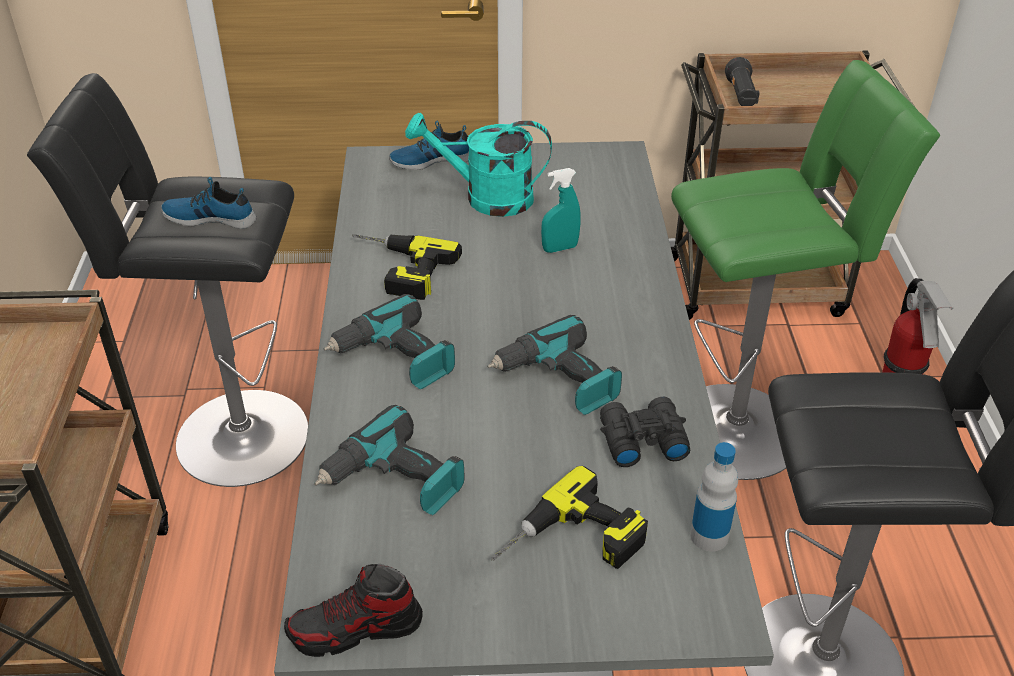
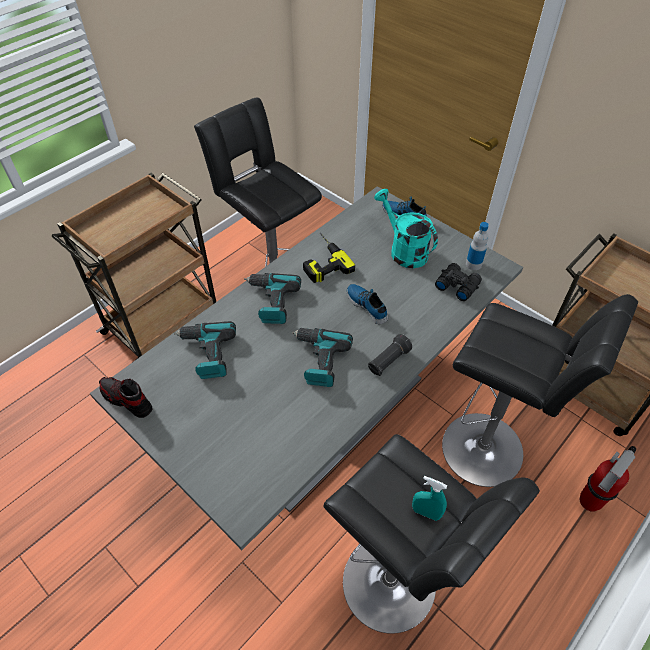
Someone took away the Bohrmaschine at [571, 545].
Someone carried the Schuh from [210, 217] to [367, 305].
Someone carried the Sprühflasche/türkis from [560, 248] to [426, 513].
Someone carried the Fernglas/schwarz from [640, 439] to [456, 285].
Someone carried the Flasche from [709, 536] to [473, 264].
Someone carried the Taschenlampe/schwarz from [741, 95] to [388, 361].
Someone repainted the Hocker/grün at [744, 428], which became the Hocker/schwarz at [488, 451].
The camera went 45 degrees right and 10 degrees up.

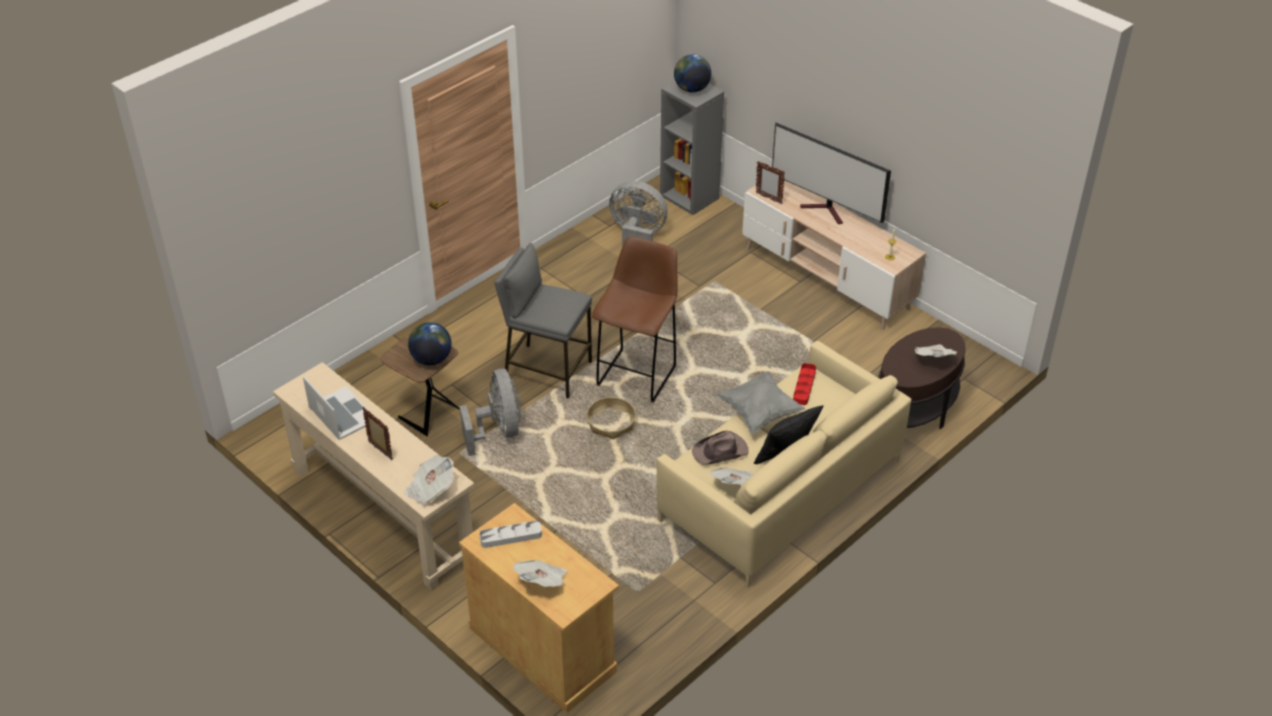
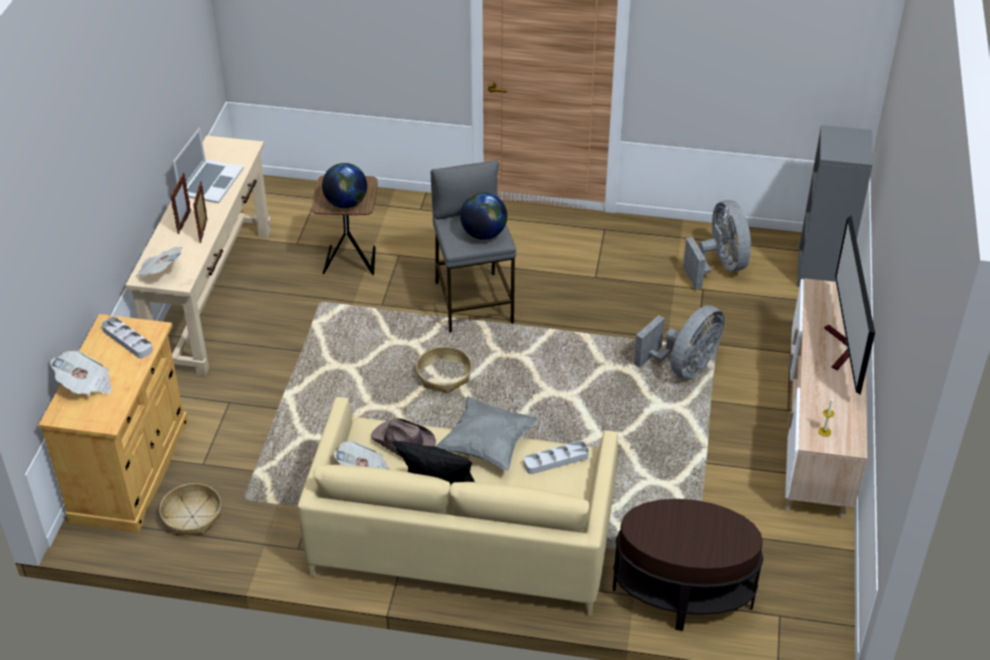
Someone took away the Hocker/braun at [638, 374].
Someone took away the Zeitung at [934, 359].
Someone put down the Korb at [192, 516].
Someone carried the Ventilator/grau from [498, 431] to [684, 367].
Someone carried the Globus from [691, 89] to [483, 234].
Someone carried the Bilderrahmen from [768, 198] to [204, 231].
Someone repainted the Tablett/rot at [804, 386], which became the Tablett/grau at [556, 460].
The camera went 55 degrees right and 0 degrees up.

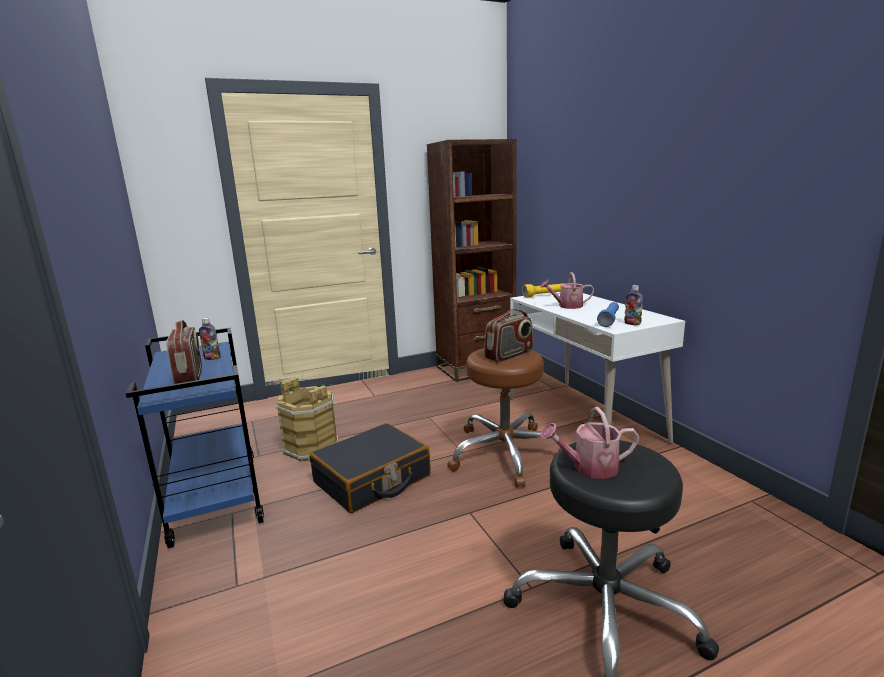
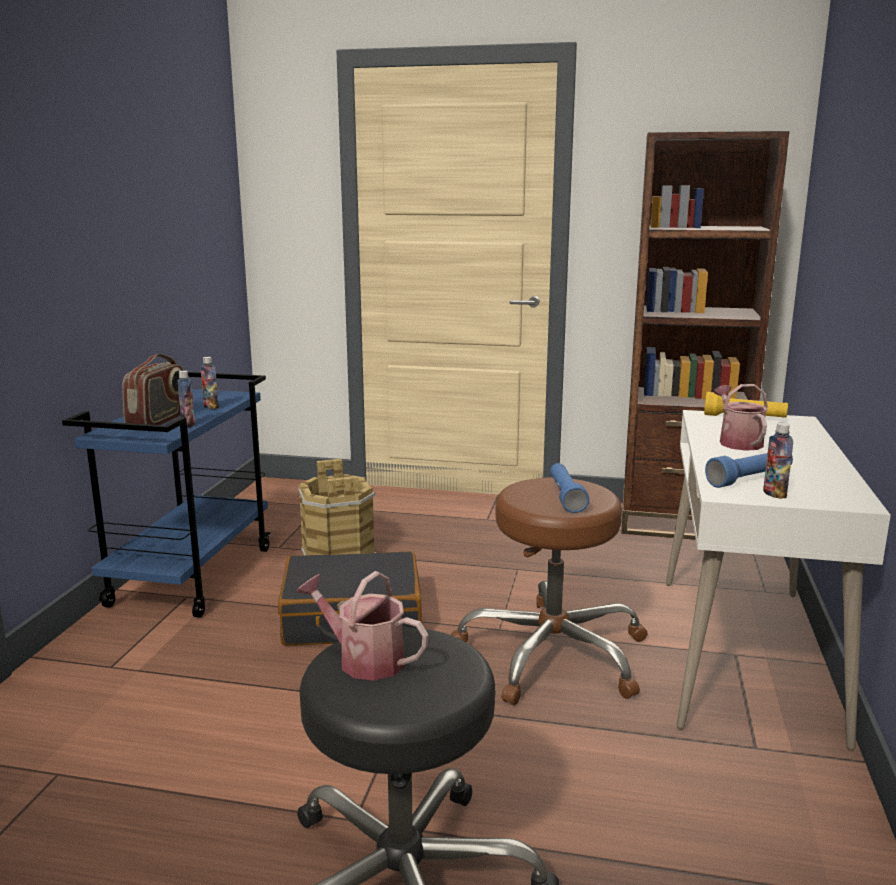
Someone put down the Flasche at [188, 425].
Someone swapped the Radio at [509, 355] for the Taschenlampe/blau at [565, 497].
Someone rotated the Gießkanne at [567, 306] by 45 degrees clockwise.
The camera went 35 degrees right and 0 degrees up.

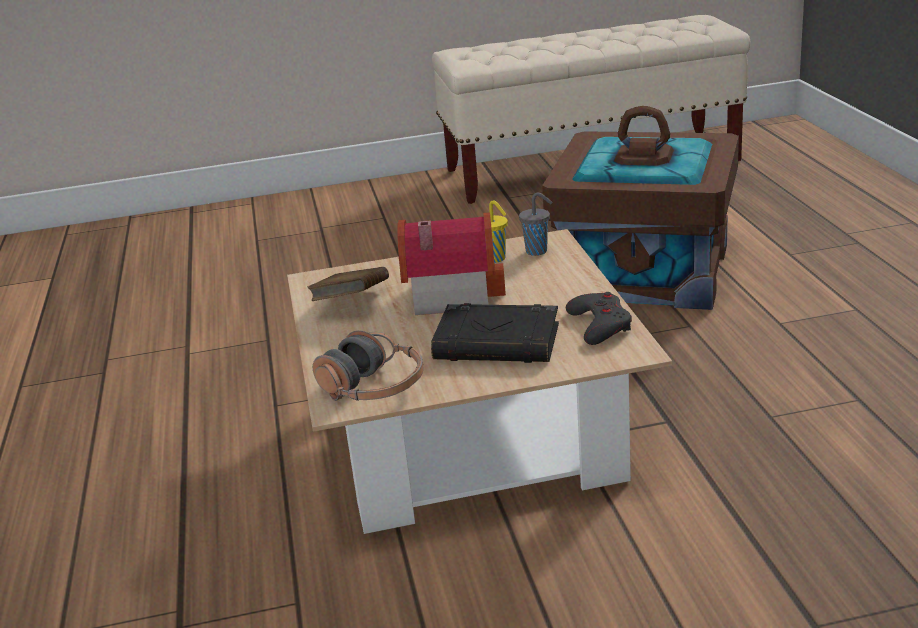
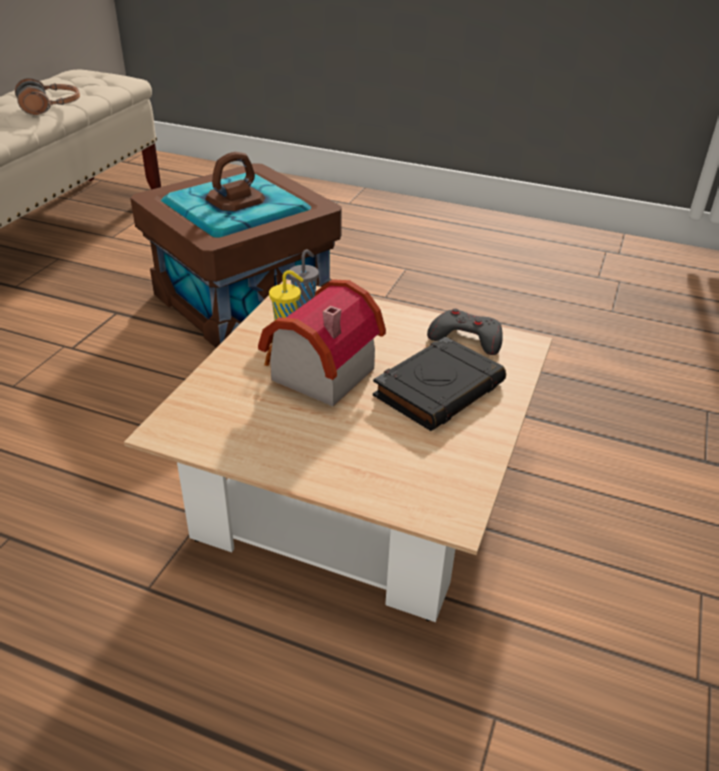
Someone took away the Buch/braun at [352, 303].
Someone carried the Kopfhörer from [373, 388] to [51, 108].
The camera went 60 degrees left and 10 degrees up.

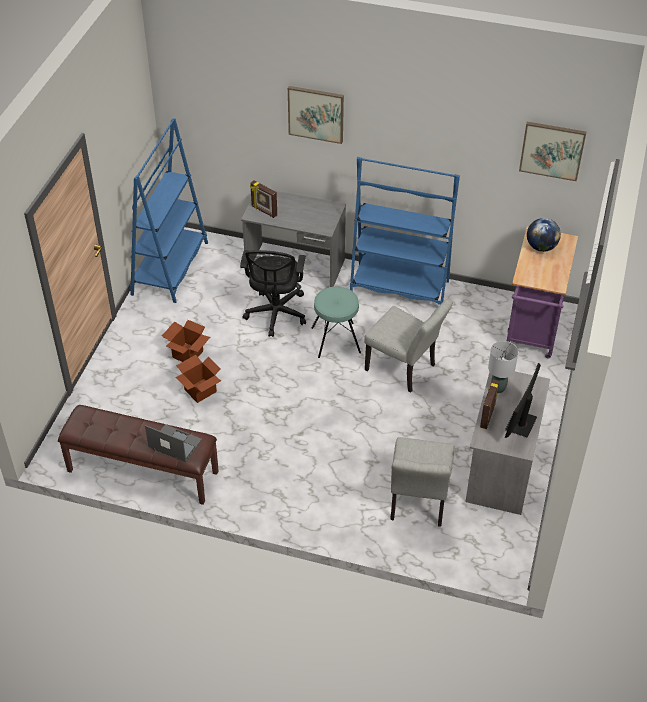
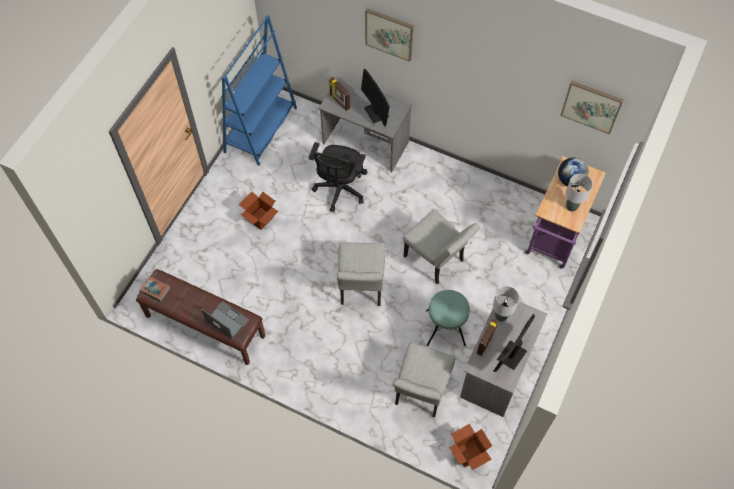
Someone took away the Bücherregal/blau at [399, 288].
Someone put down the Buch at [155, 289].
Someone put down the Stuhl/grau at [361, 288].
Someone put down the Monitor at [376, 112].
Someone put down the Tischlampe/grau at [571, 206].
Someone carried the Karton from [200, 390] to [468, 453].
Someone carried the Hocker/türkis from [336, 340] to [445, 328].
The camera went 10 degrees right and 15 degrees up.

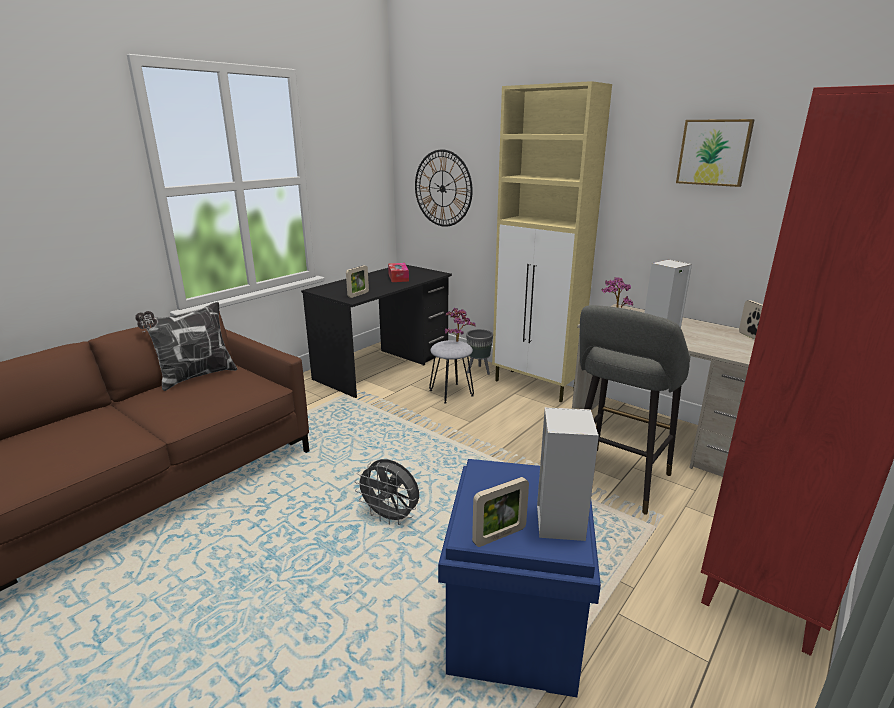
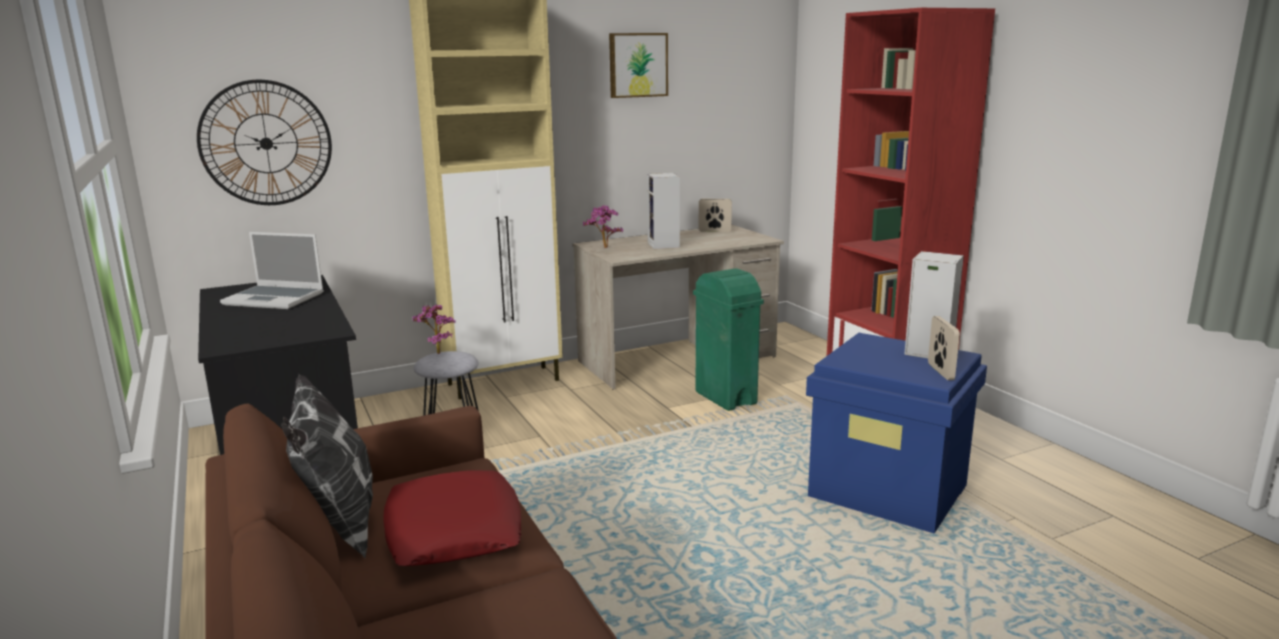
Someone took away the Bilderrahmen at [358, 294].
Someone took away the Ventilator/grau at [390, 517].
Someone took away the Pflanzkübel/grau at [479, 371].
Someone put down the Kissen/rot at [453, 530].
Someone swapped the Taschentuchbox at [398, 277] for the Laptop at [275, 299].
Someone swapped the Hocker/grau at [616, 482] for the Mülleimer/grün at [725, 398].
The camera went 65 degrees left and 5 degrees down.

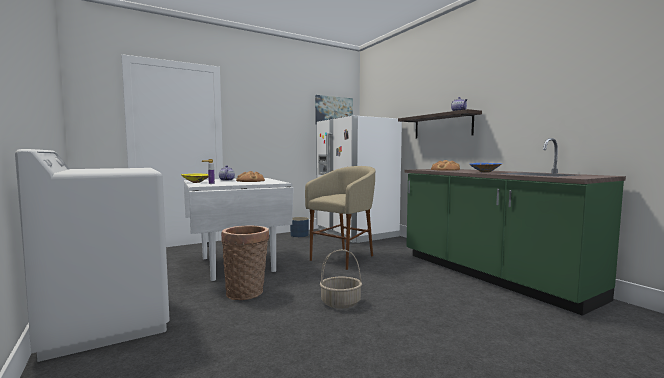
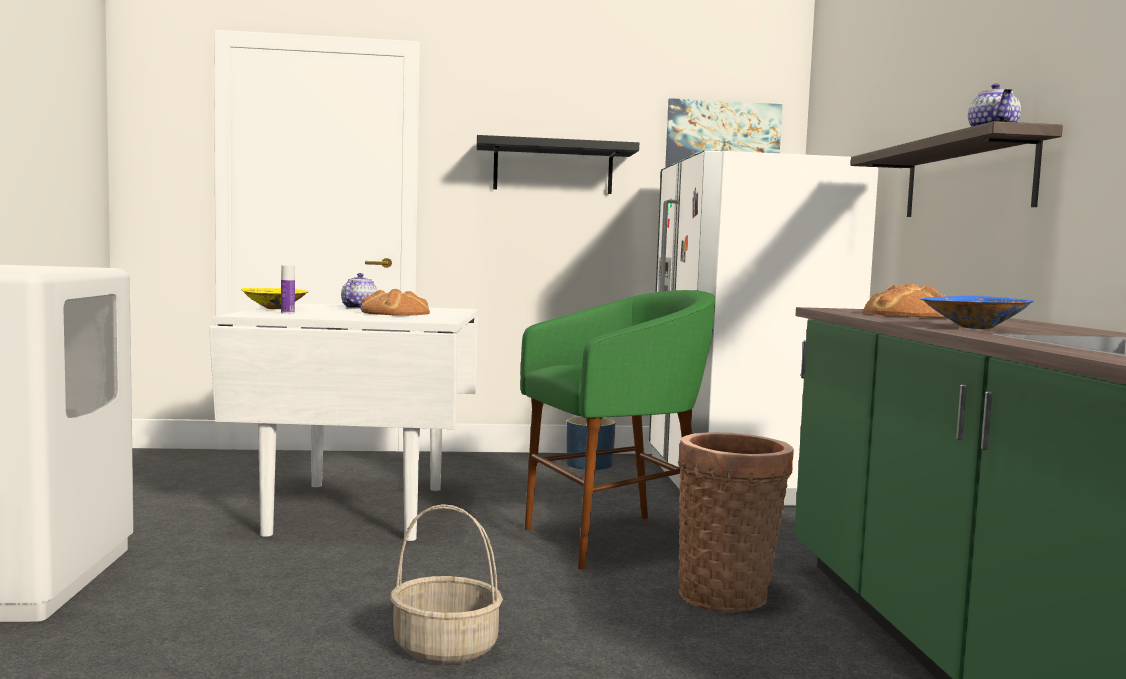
Someone put up the Wandregal/schwarz at [553, 168].
Someone carried the Korb from [247, 292] to [727, 594].
Someone repainted the Hocker/beige at [343, 258], which became the Hocker/grün at [614, 539].
The camera went 25 degrees right and 0 degrees up.

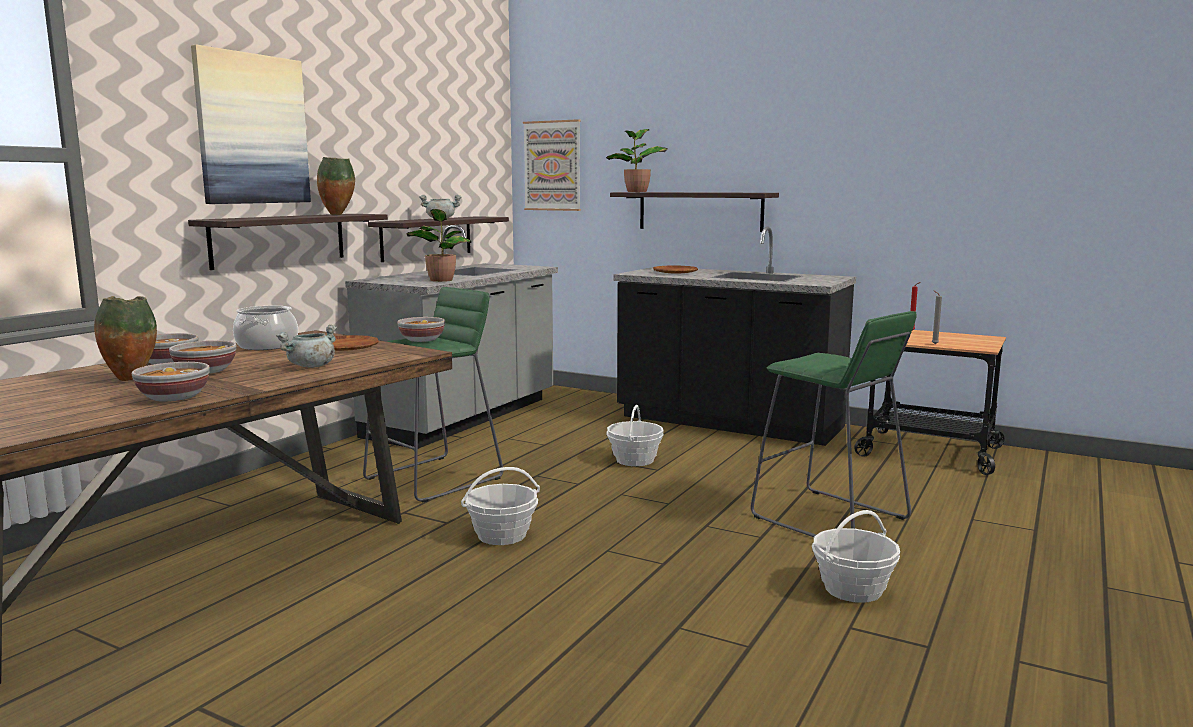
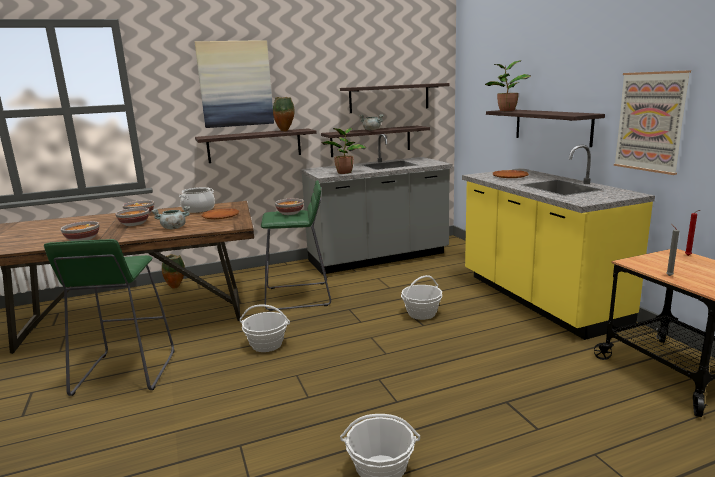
Someone put up the Wandregal at [389, 98].
Someone carried the Vase from [131, 379] to [176, 287].
Someone carried the Bild from [552, 166] to [650, 122].
Someone carried the Hocker/grün from [829, 519] to [125, 372].
Someone repainted the Küchenzeile/schwarz at [728, 423], which became the Küchenzeile/gelb at [538, 299].
The camera went 40 degrees right and 5 degrees up.

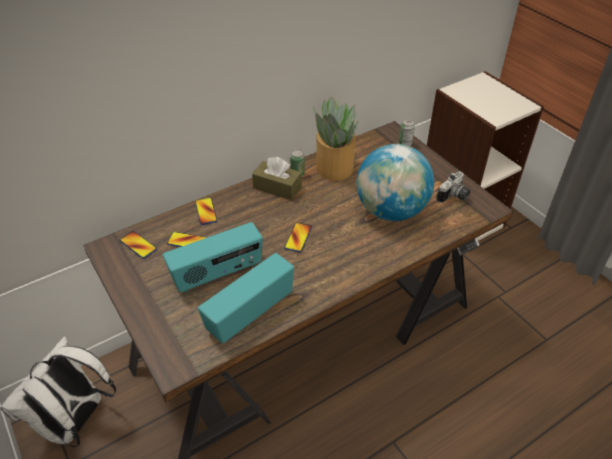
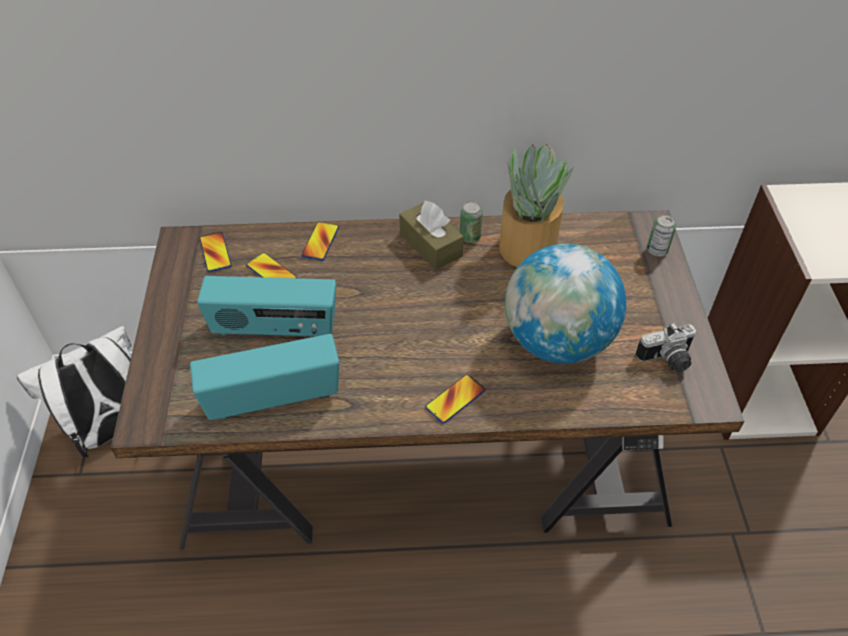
Someone carried the Handy from [298, 237] to [455, 399].
The camera went 30 degrees right and 5 degrees up.

